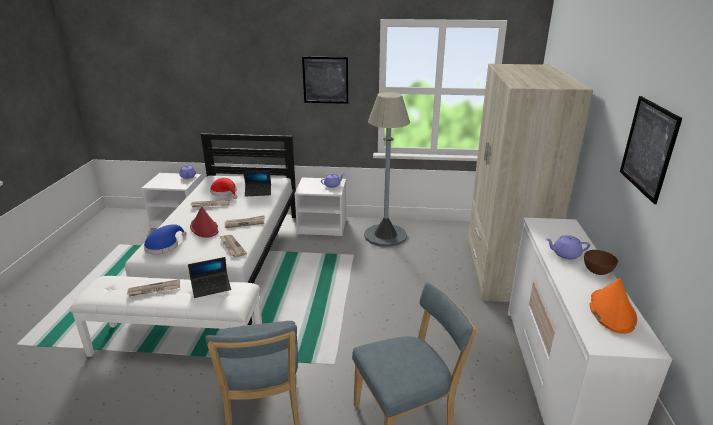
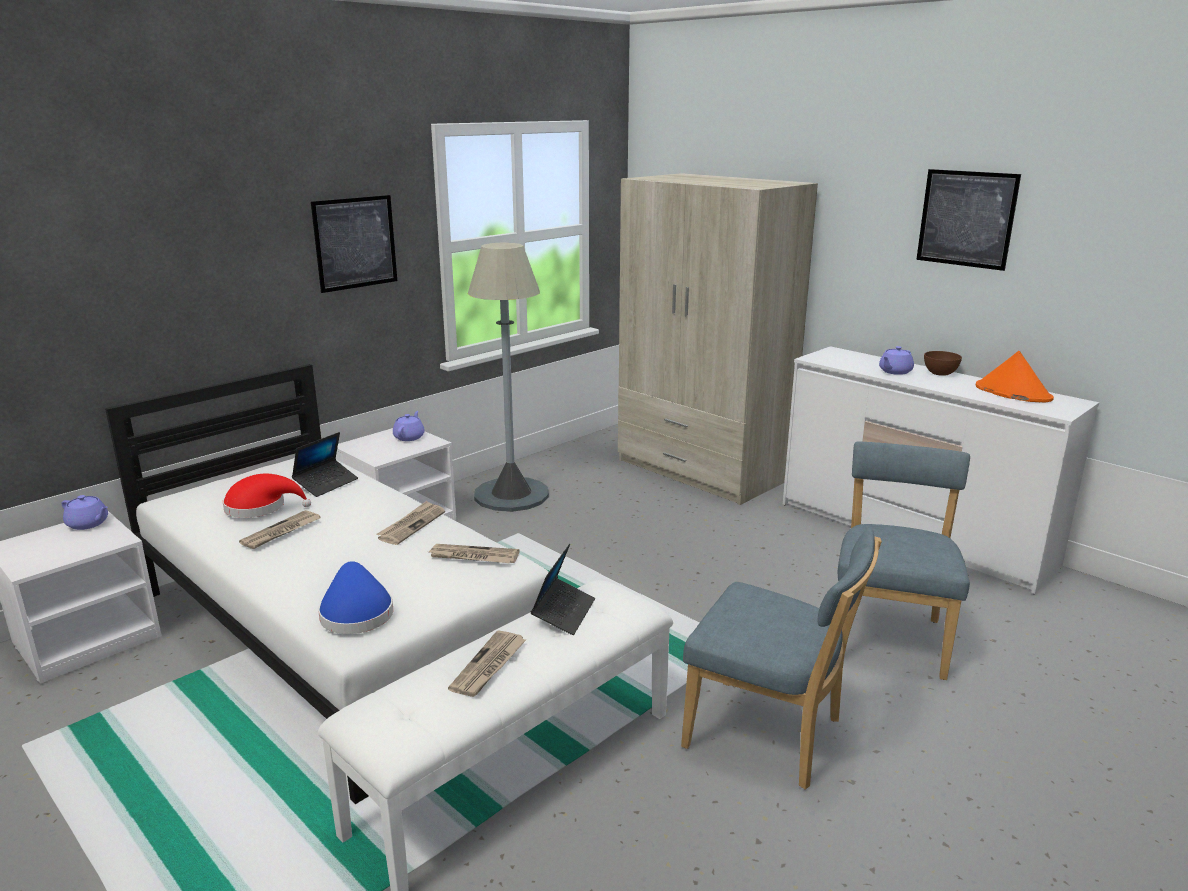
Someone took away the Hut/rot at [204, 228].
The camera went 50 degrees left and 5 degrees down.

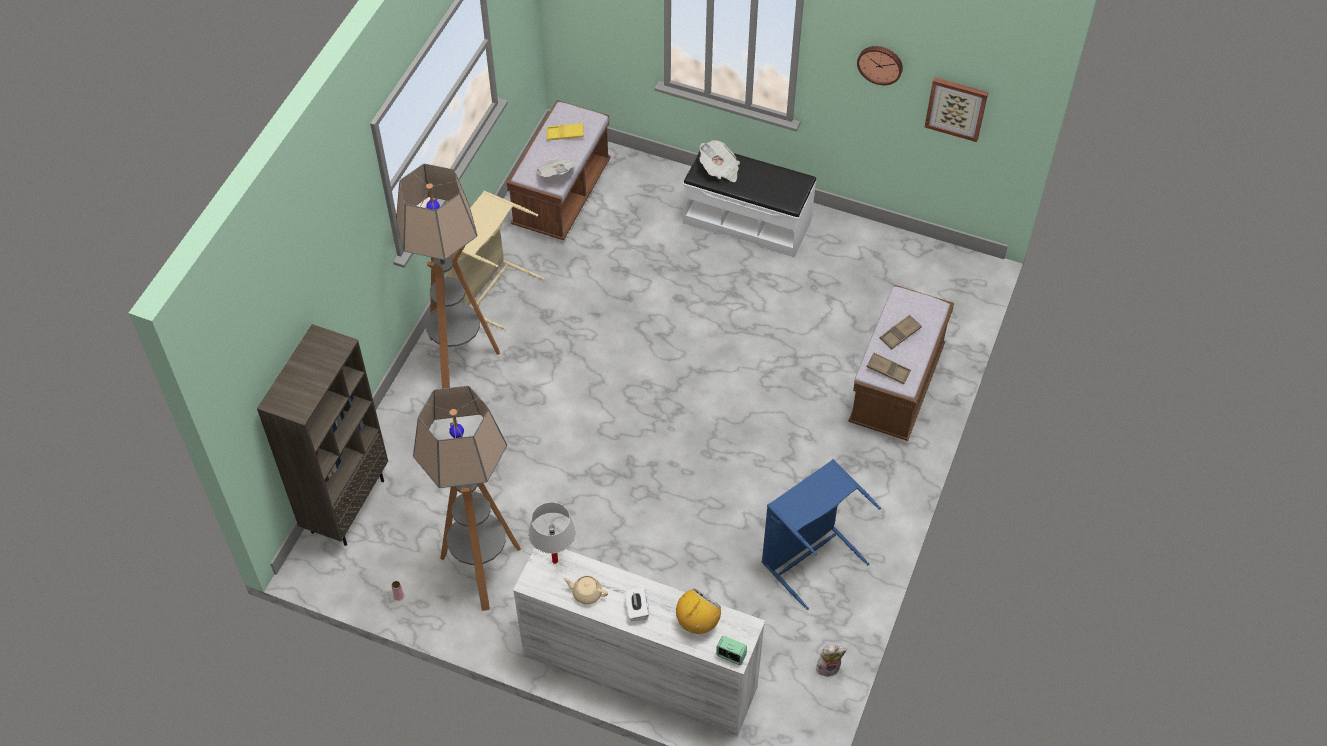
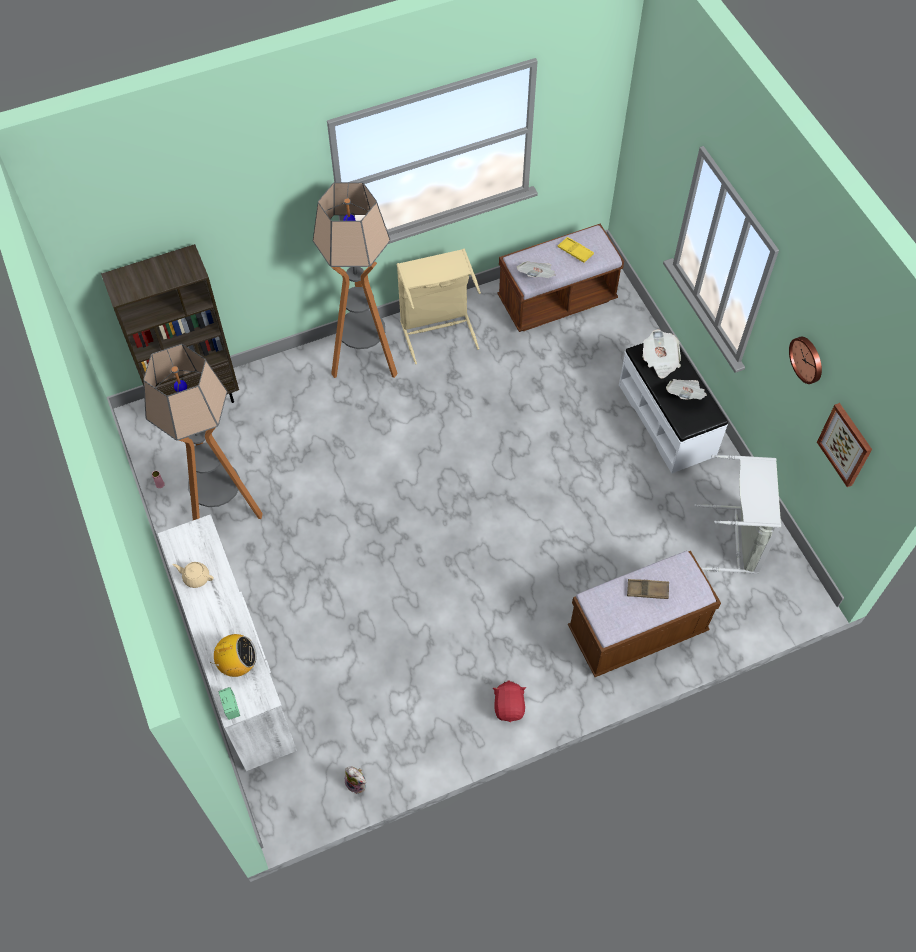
Someone took away the Tischlampe/weiß at [555, 561].
Someone took away the Taschentuchbox/weiß at [637, 609].
Someone took away the Wäschekorb/blau at [808, 556].
Someone took away the Tablett/braun at [888, 370].
Someone put down the Plüschtier/rot at [509, 706].
Someone put down the Zeitung at [685, 395].
Someone put down the Wäschekorb/grau at [735, 539].
Someone rotated the Teekanne/beige at [586, 593] by 45 degrees counterclockwise.
The camera went 45 degrees right and 5 degrees up.

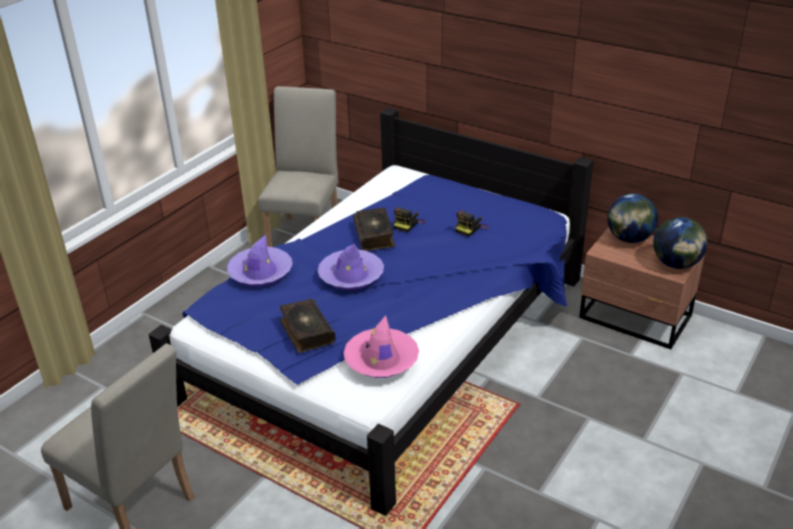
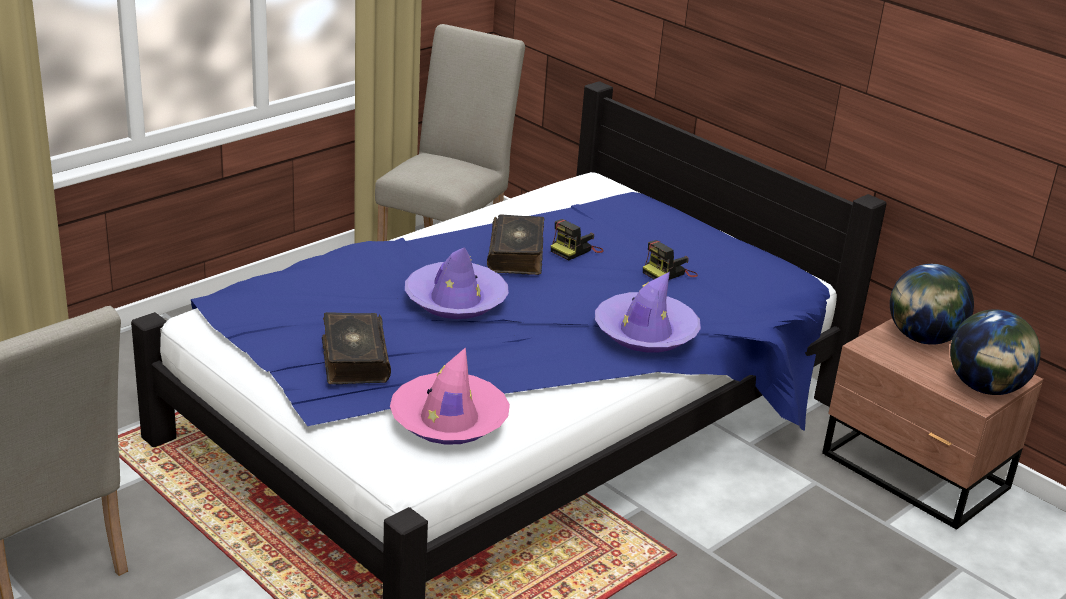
Someone carried the Hut/lila from [260, 272] to [645, 332].
The camera went 10 degrees right and 5 degrees down.

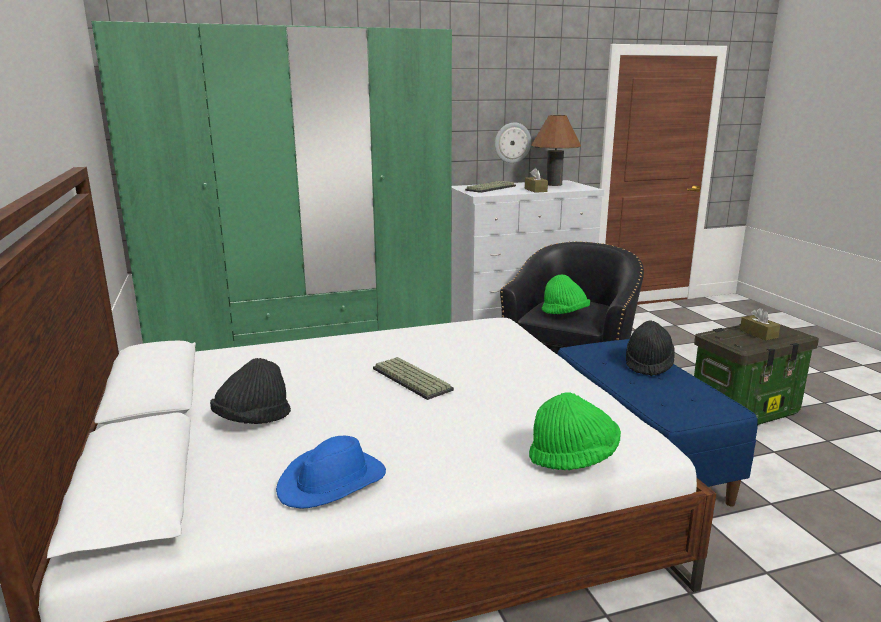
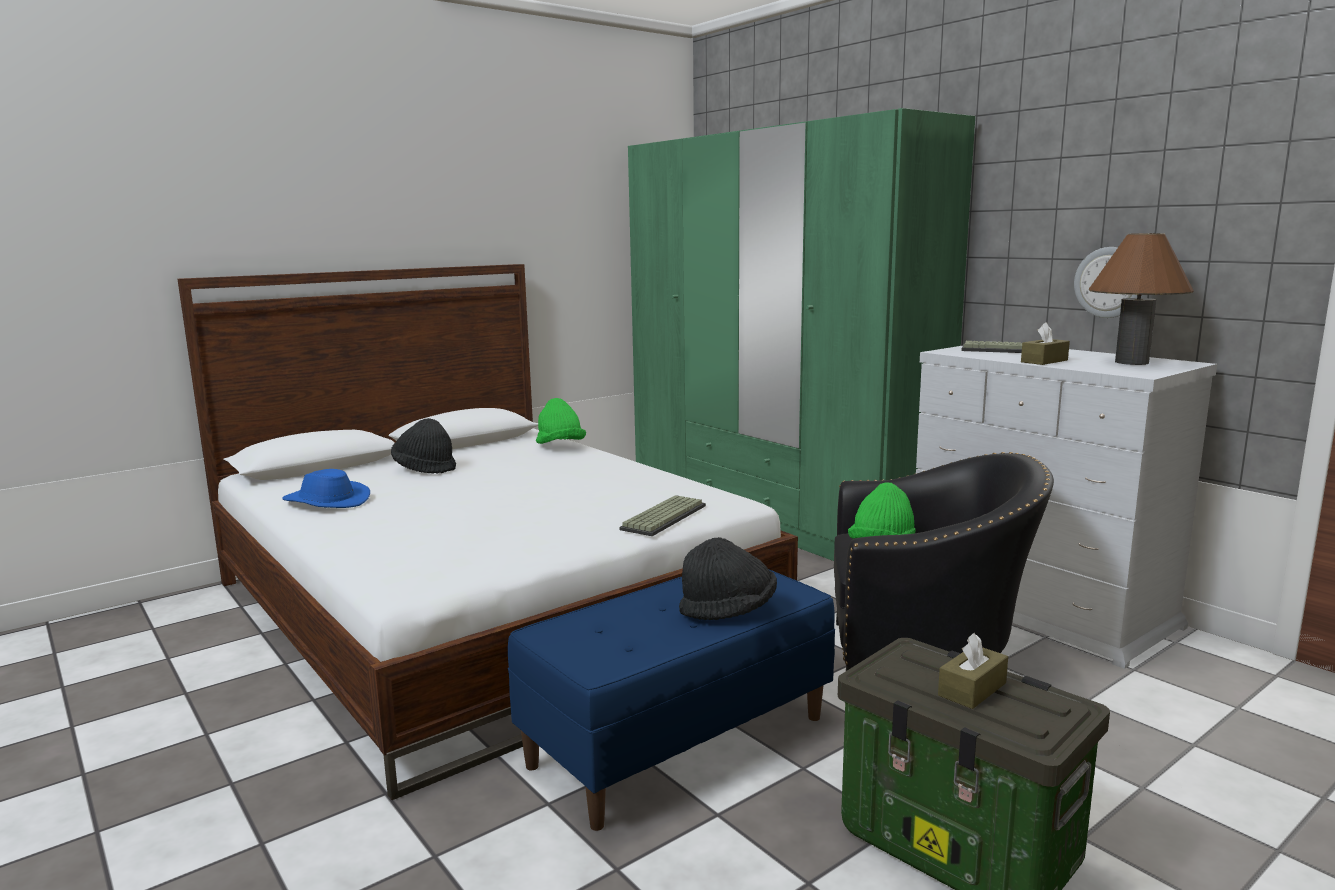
Someone carried the Tastatur from [409, 379] to [663, 517].
Someone carried the Hut/grün from [573, 457] to [560, 446].
The camera went 70 degrees right and 5 degrees down.

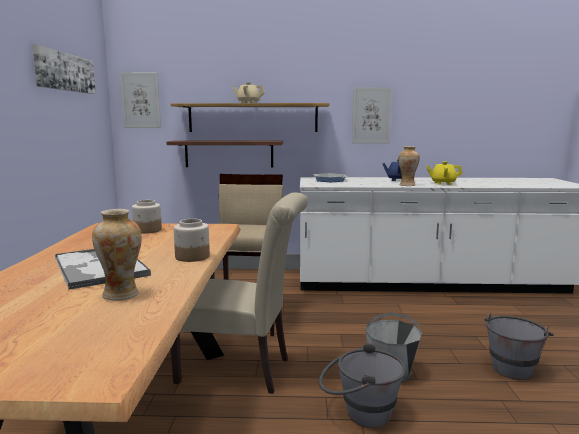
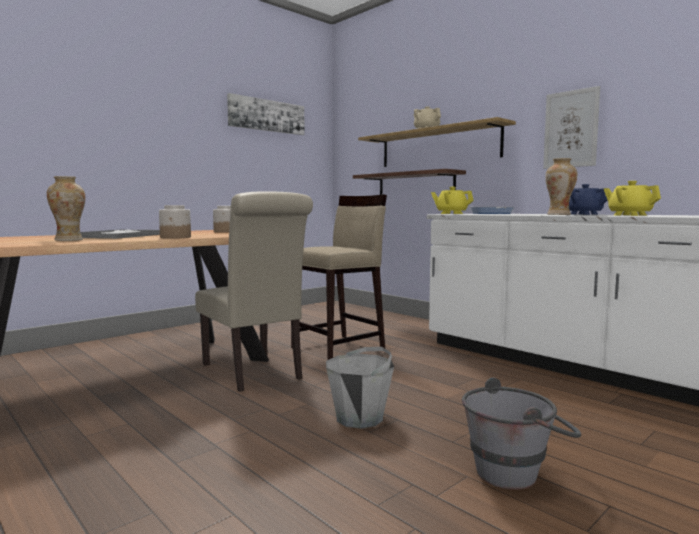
Someone took away the Bild at [140, 100].
Someone took away the Eimer/grau at [359, 413].
Someone put down the Teekanne/gelb at [451, 213].
The camera went 45 degrees right and 5 degrees down.

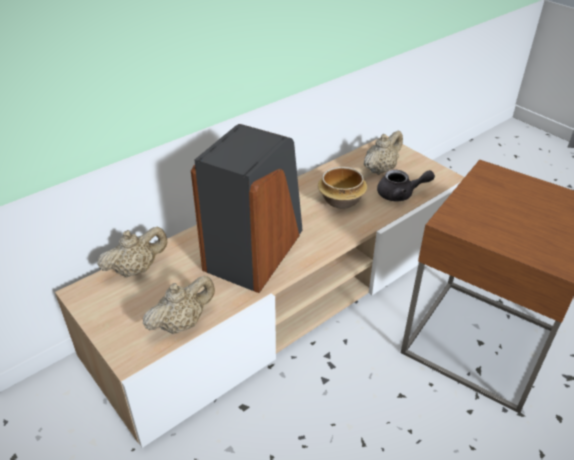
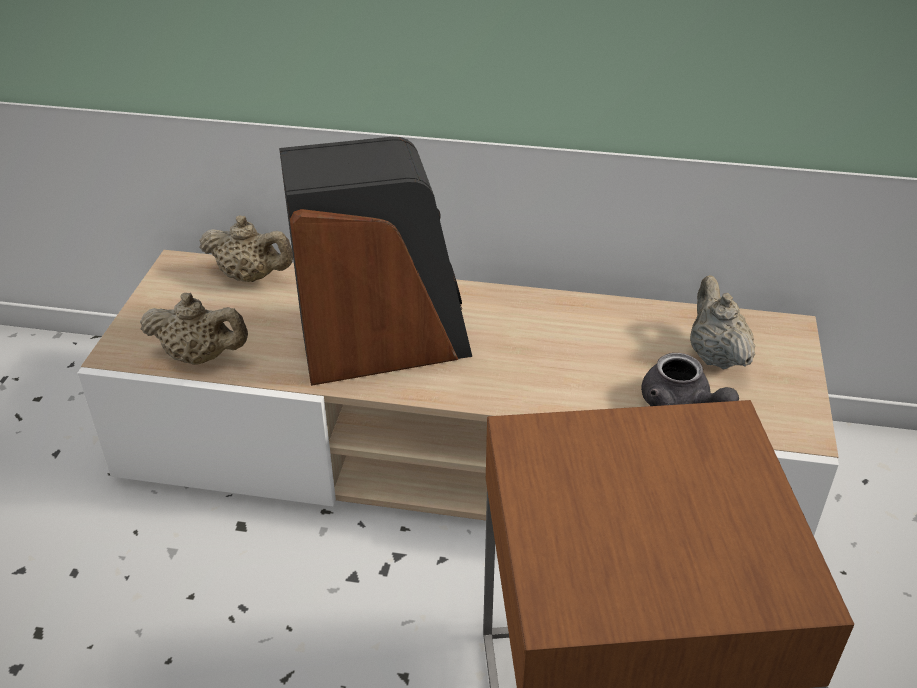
Someone took away the Schüssel at [341, 201].
Someone rotated the Teekanne/beige at [380, 169] by 105 degrees counterclockwise.
The camera went 50 degrees right and 0 degrees up.

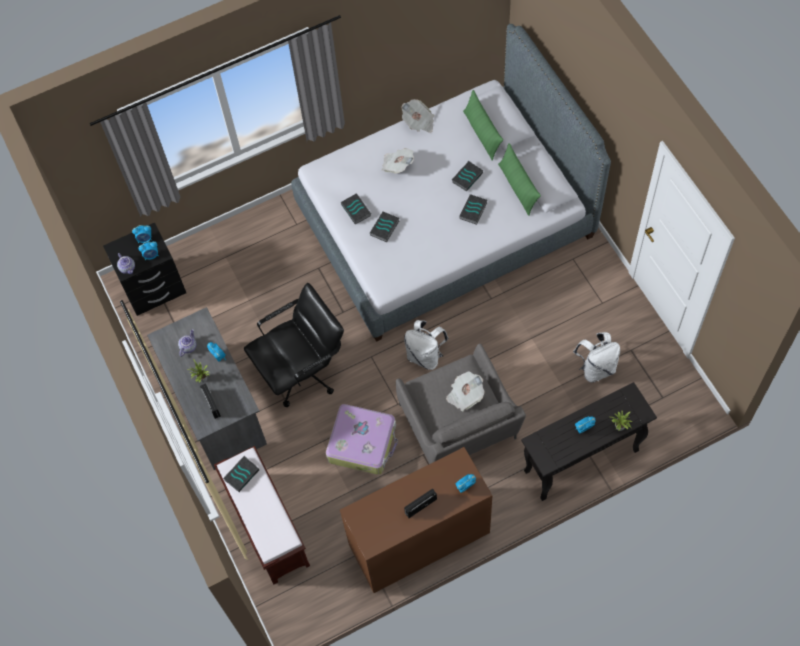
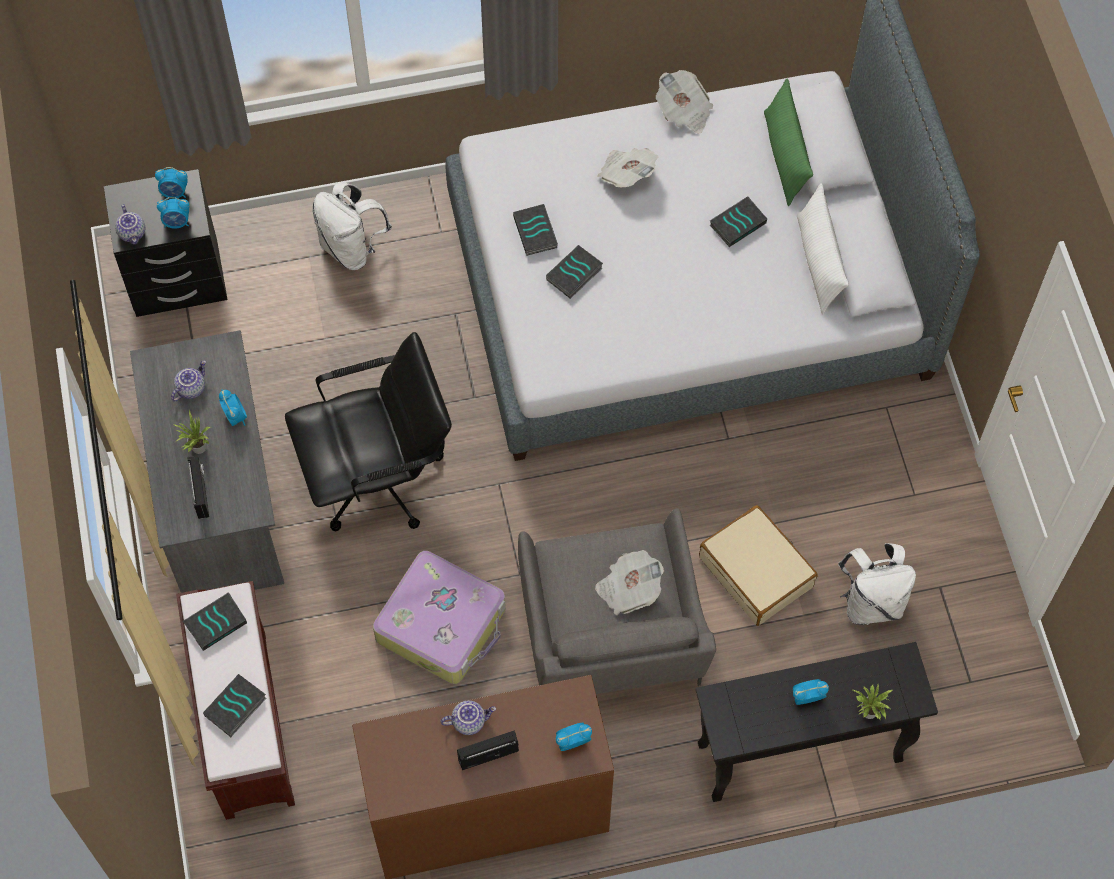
Someone put down the Teekanne at [469, 721].
Someone put down the Koffer/beige at [756, 571].
Someone carried the Rucksack/weiß from [425, 355] to [352, 248].
Someone carried the Buch from [473, 211] to [235, 708].
Someone repainted the Kissen/grün at [518, 188], which became the Kissen/weiß at [818, 263].
The camera went 10 degrees right and 0 degrees up.

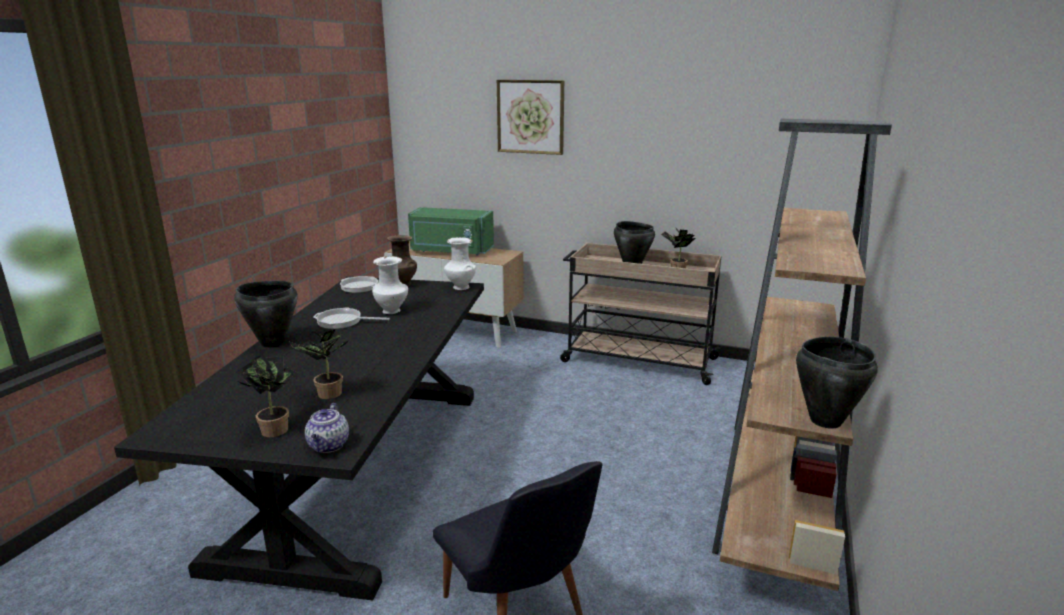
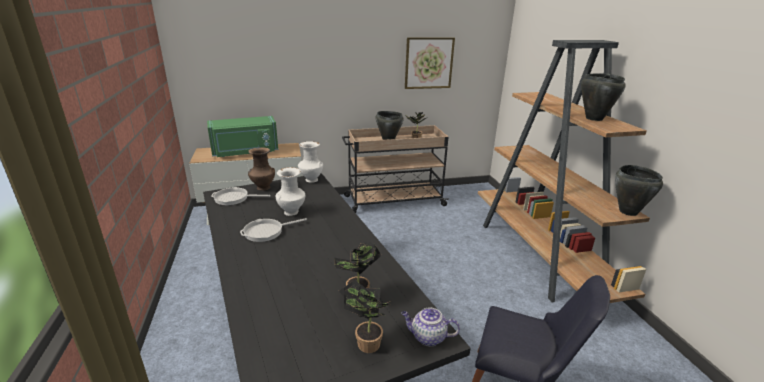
Someone carried the Kochtopf/schwarz from [272, 343] to [593, 118].
Someone carried the Bild from [530, 117] to [428, 63].
Someone rotated the Teekanne at [329, 446] by 135 degrees clockwise.
The camera went 35 degrees left and 5 degrees up.

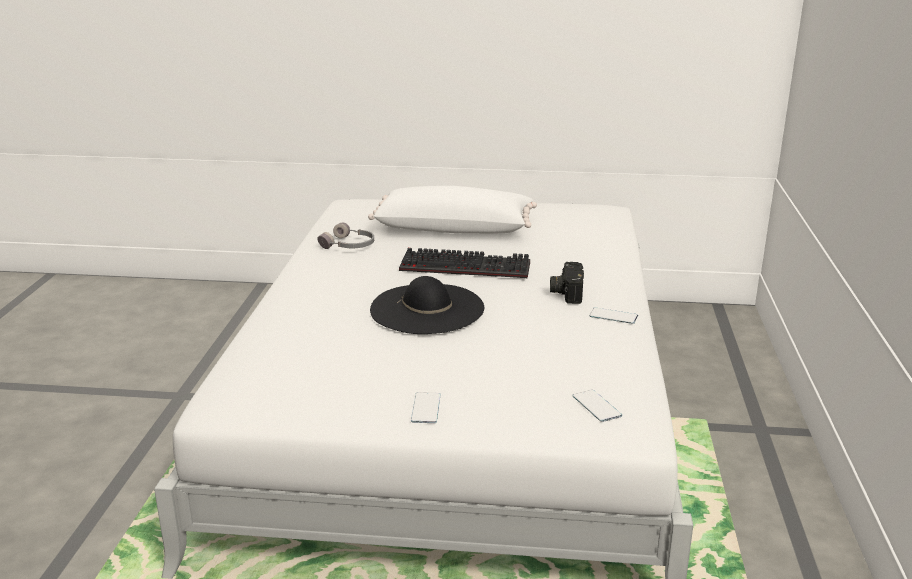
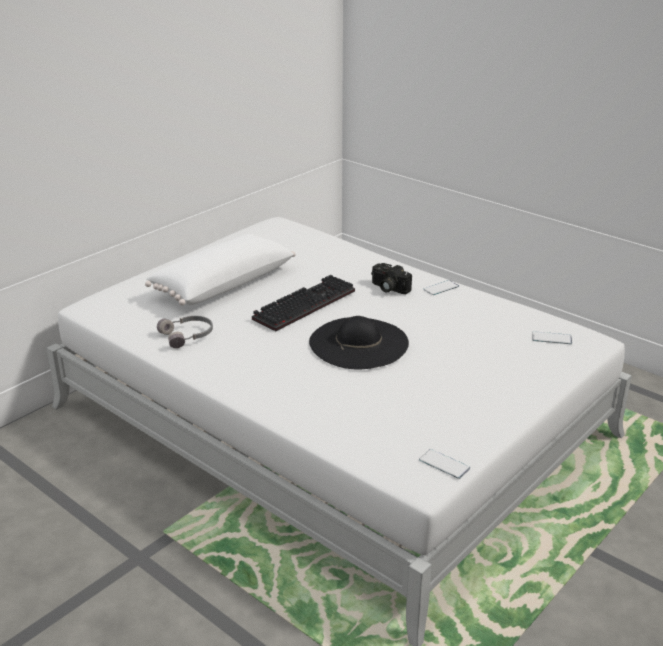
Someone carried the Handy from [426, 408] to [444, 464].
The camera went 55 degrees left and 5 degrees up.

